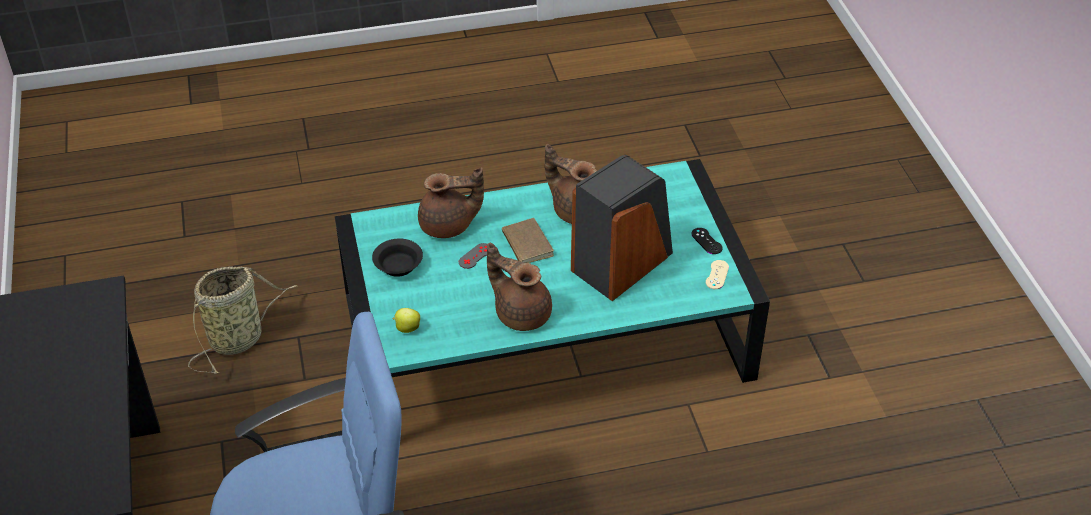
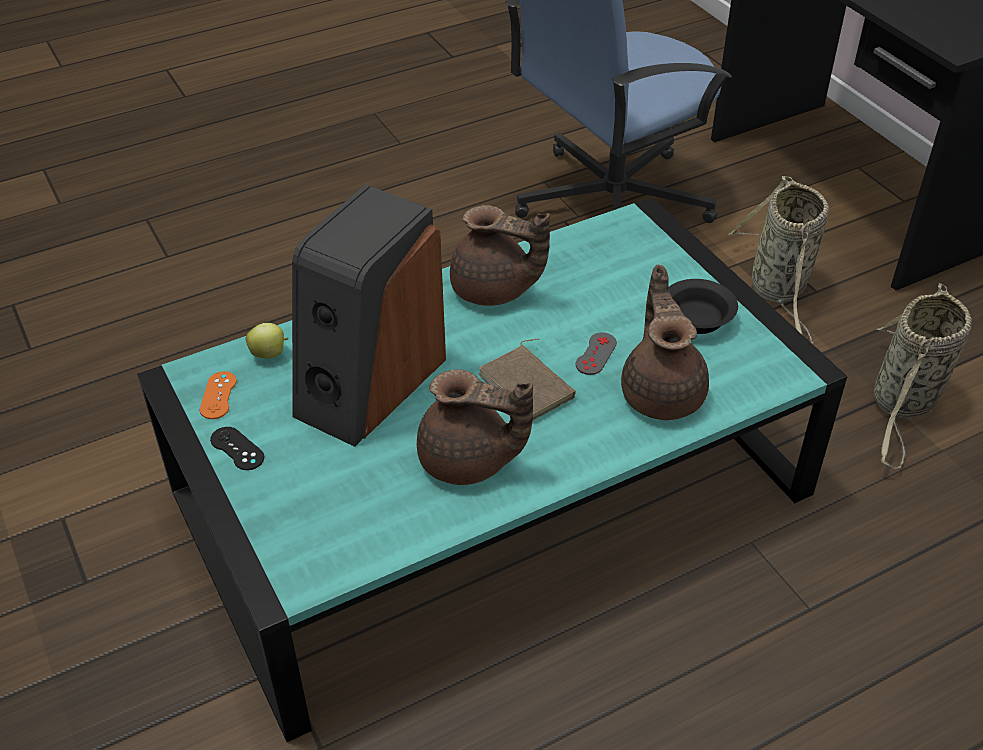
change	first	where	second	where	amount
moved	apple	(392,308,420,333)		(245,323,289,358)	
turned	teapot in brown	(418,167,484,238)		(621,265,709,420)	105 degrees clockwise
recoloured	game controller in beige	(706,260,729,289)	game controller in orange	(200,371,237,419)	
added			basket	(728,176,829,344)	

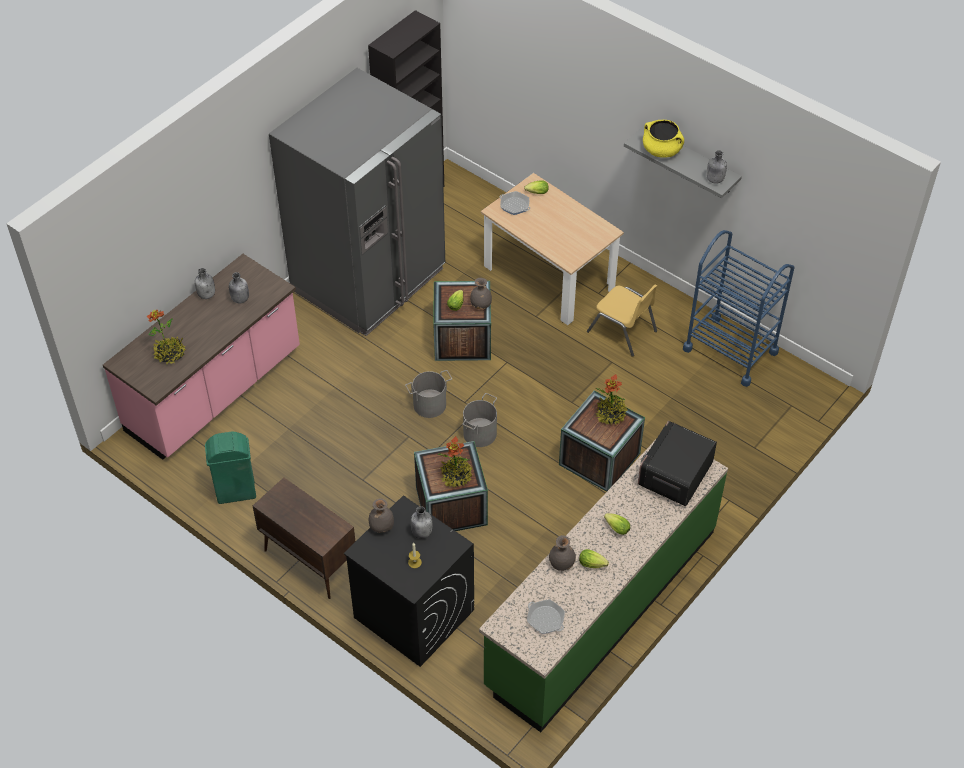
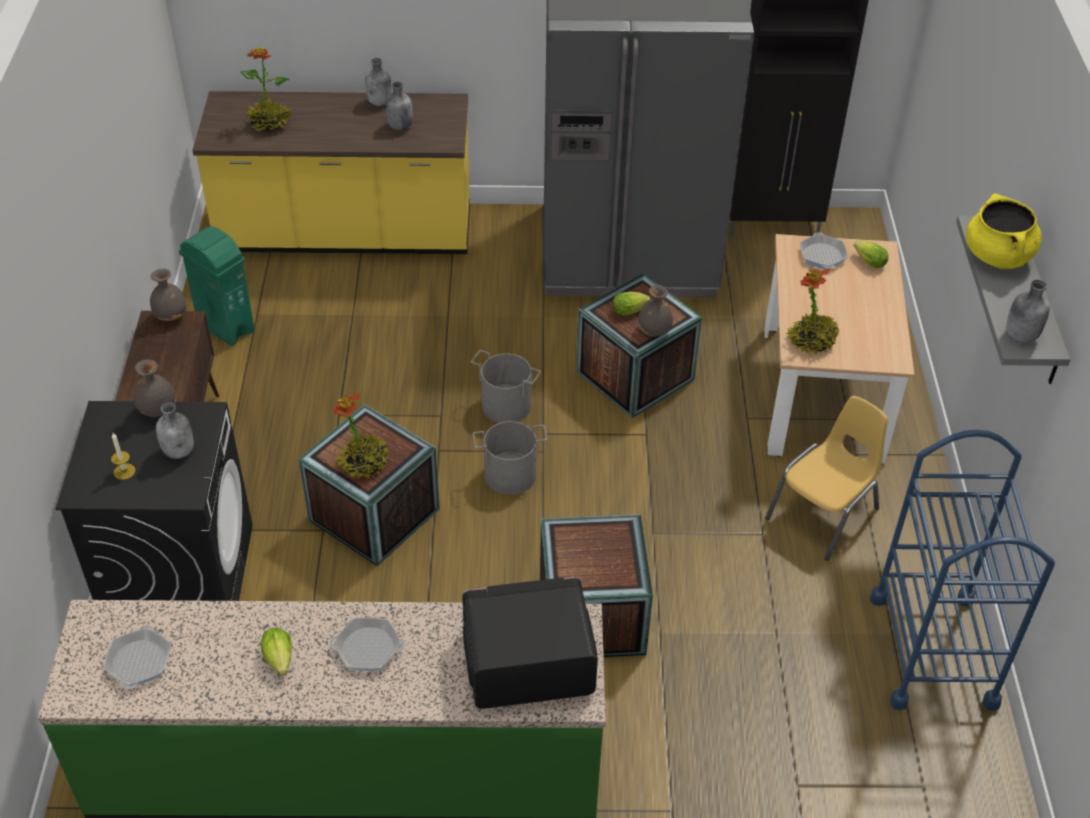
change	first	where	second	where	amount
recoloured	counter in pink	(103,254,300,460)	counter in yellow	(192,91,470,254)	
moved	vase in grey	(549,535,576,571)		(150,269,187,321)	
turned	chair in yellow	(587,284,657,357)		(765,396,888,561)	135 degrees counterclockwise
moved	potted plant	(595,374,627,425)		(786,268,840,354)	
replaced	lettuce	(604,513,630,535)	frying pan	(330,618,405,671)	

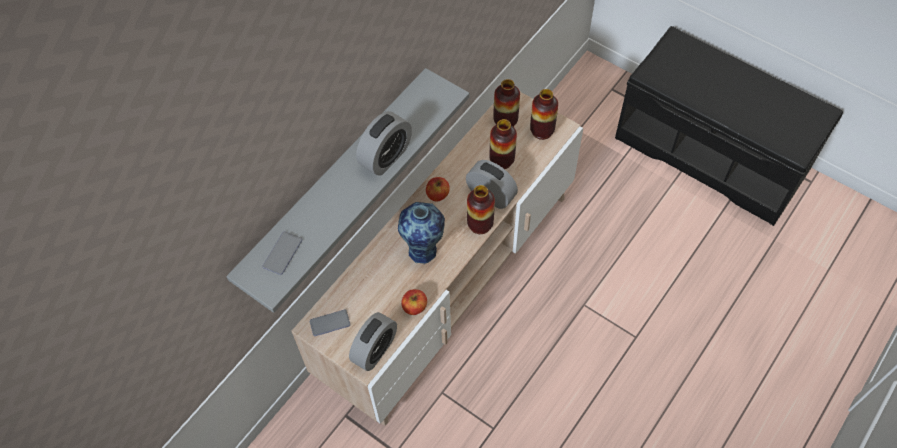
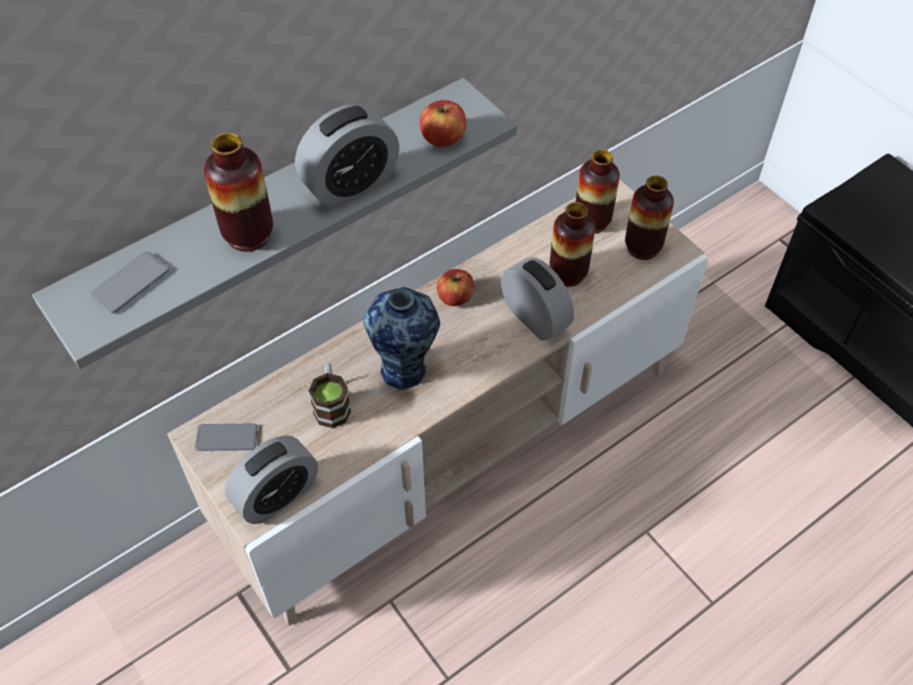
change	first	where	second	where	amount
moved	apple	(401,289,427,315)		(420,100,466,147)	
moved	vase	(467,185,495,234)		(204,133,273,252)	
added			mug	(309,363,351,428)	

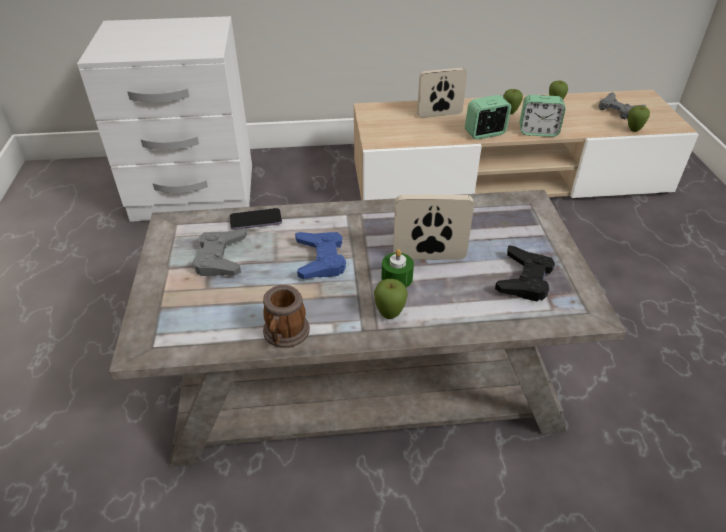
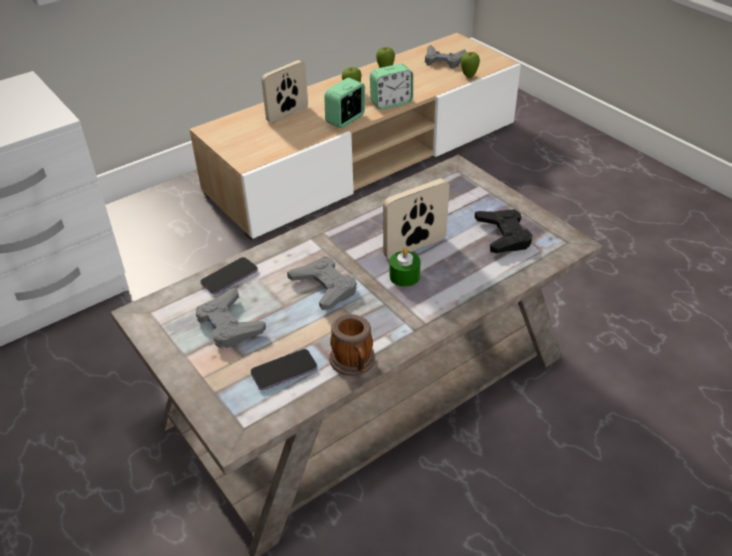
change	first	where	second	where	amount
recoloured	game controller in blue	(295,232,346,279)	game controller in grey	(287,256,357,310)	
removed	apple	(374,279,408,319)			
added			phone	(251,349,317,390)	

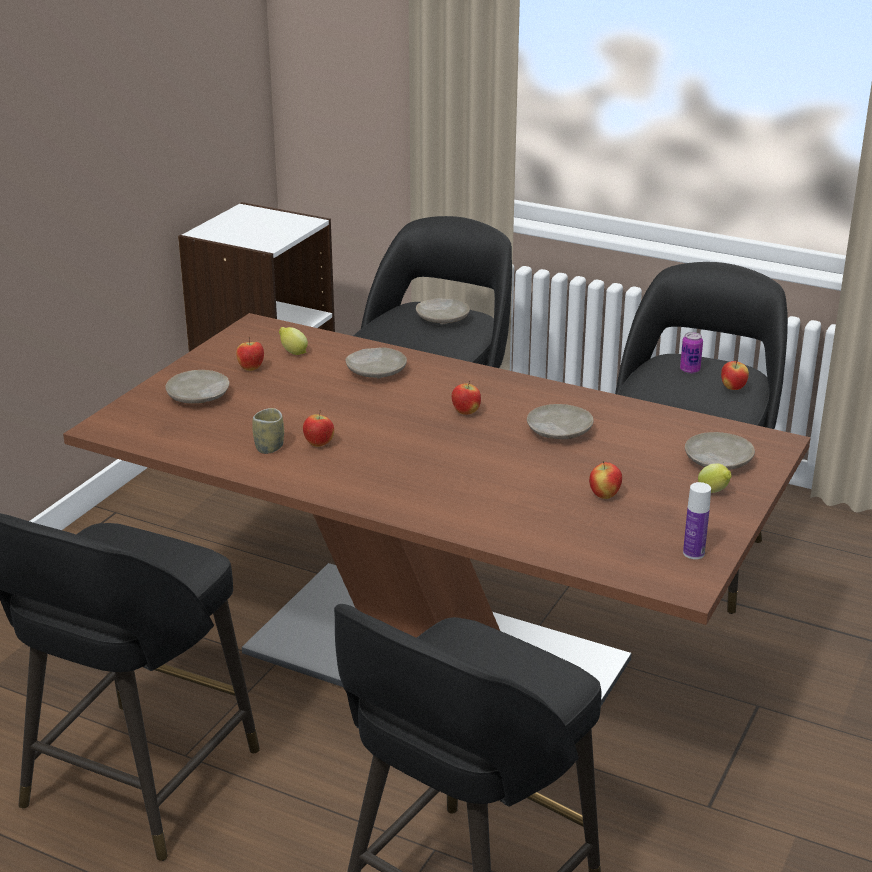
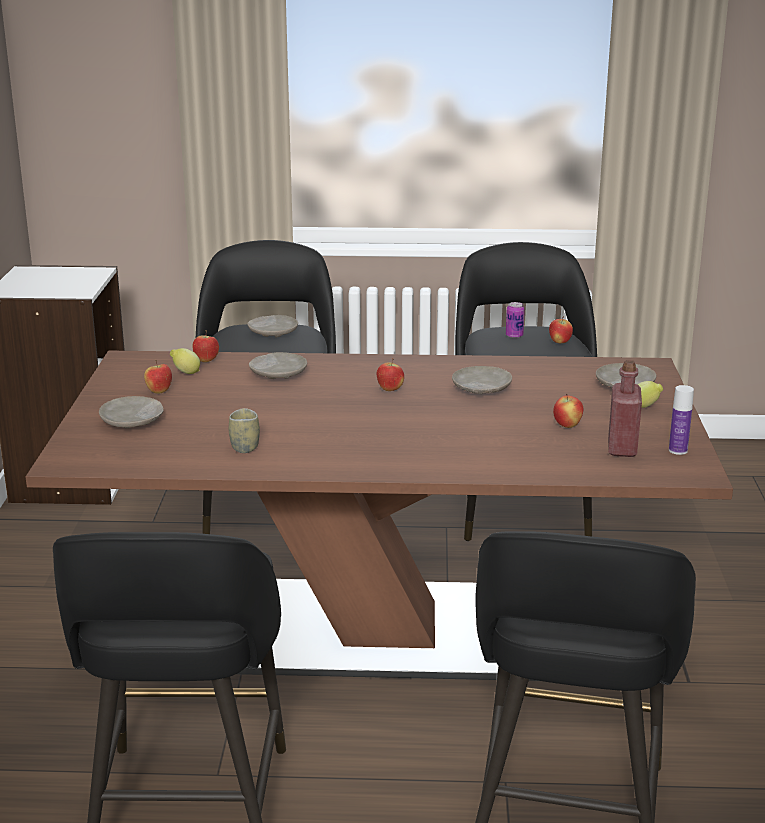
change	first	where	second	where	amount
moved	apple	(303,410,334,447)		(192,331,219,362)	
added			bottle in red	(608,360,642,457)	

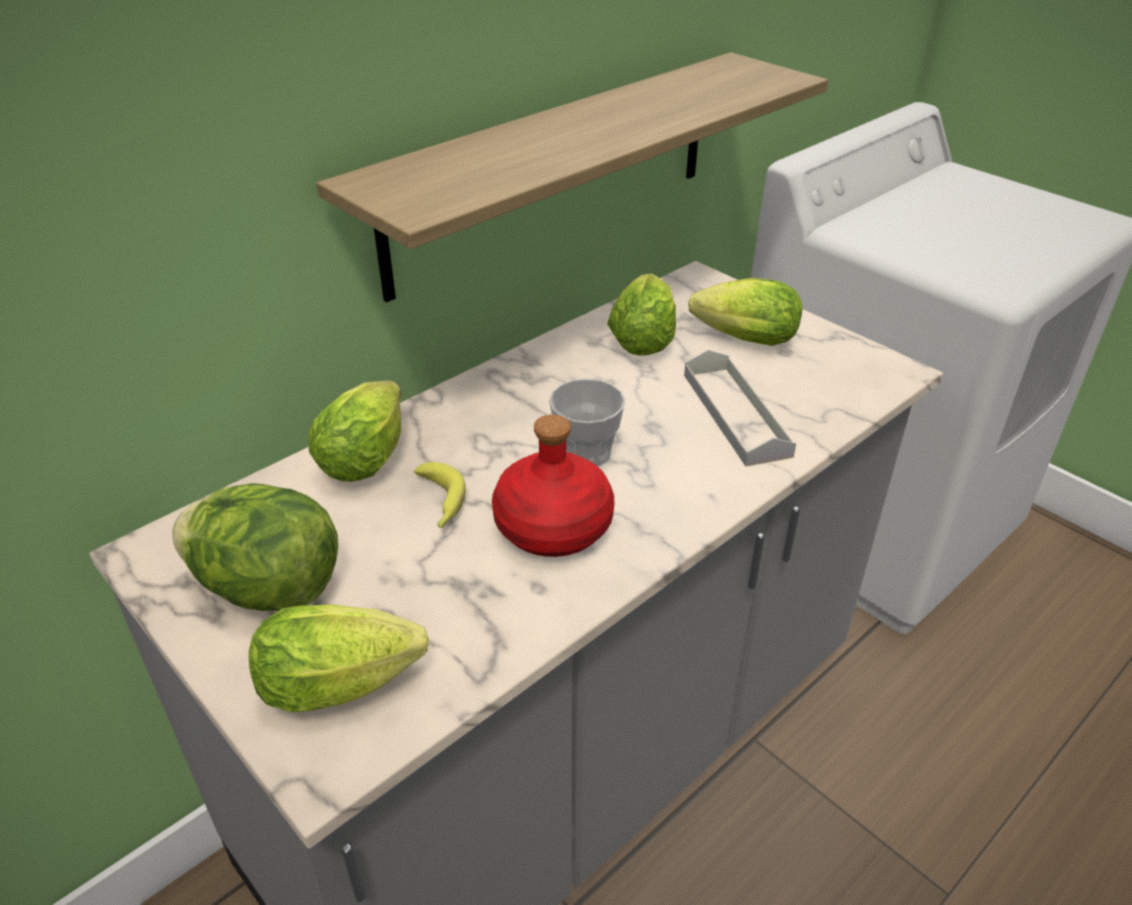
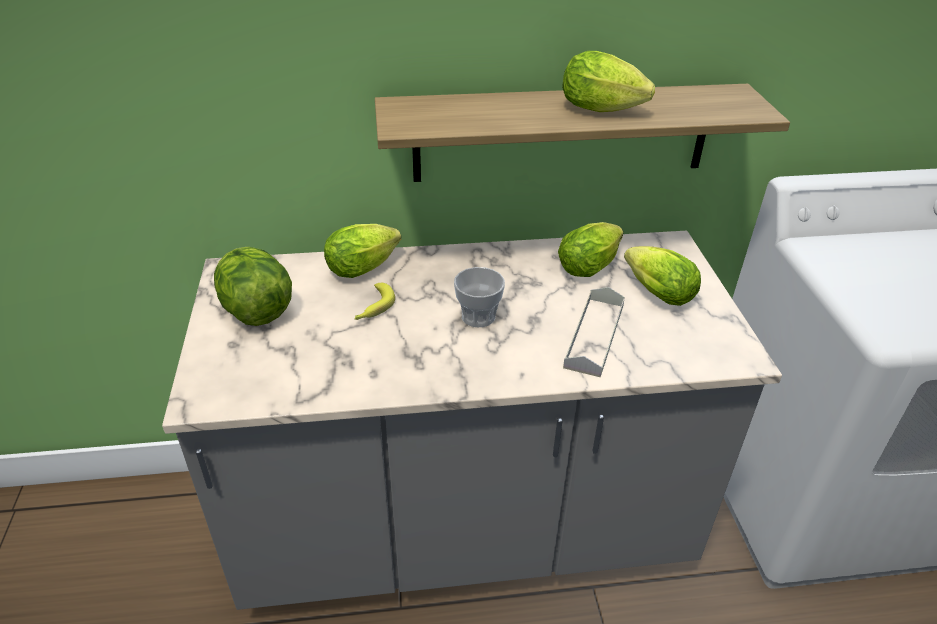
change	first	where	second	where	amount
moved	lettuce	(249,604,429,712)		(562,51,655,112)	
removed	bottle in red	(492,414,614,557)			

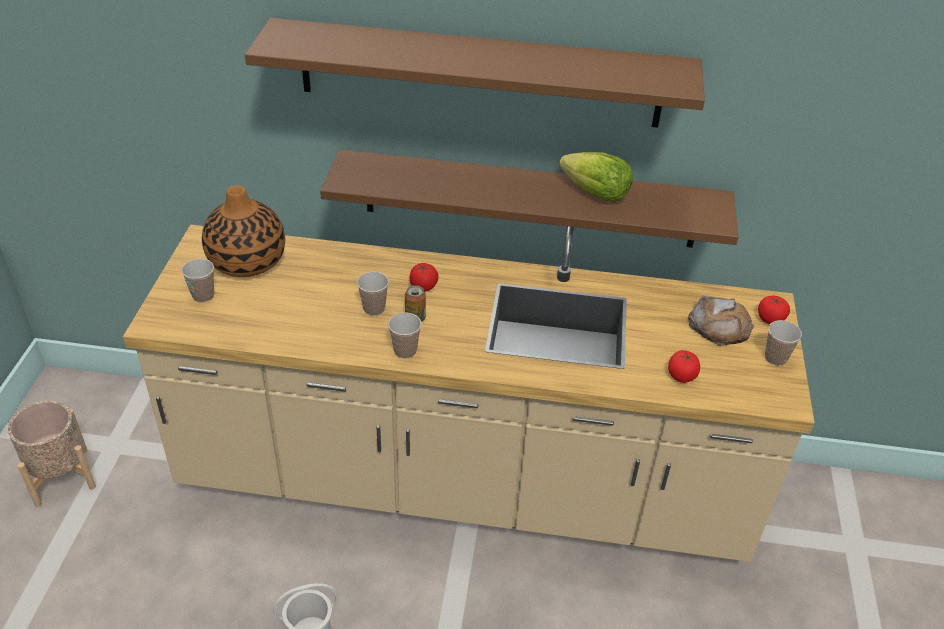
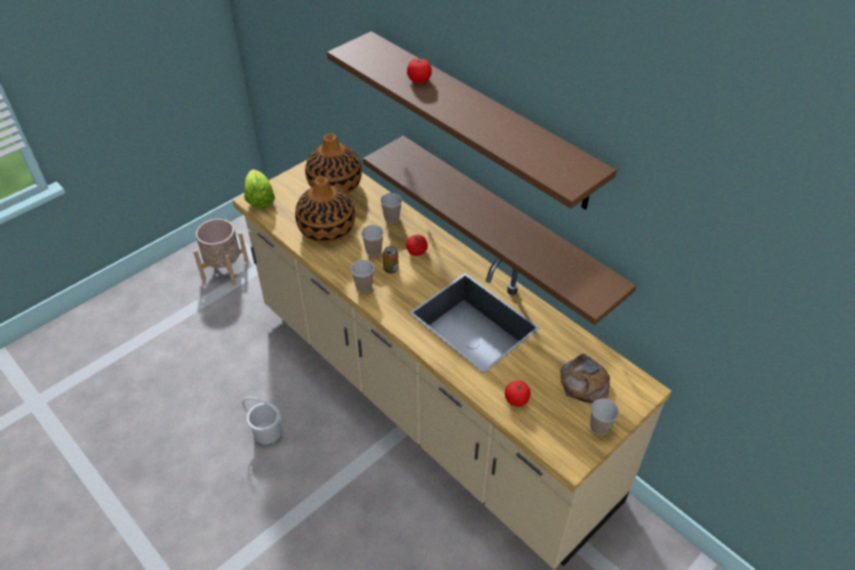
change	first	where	second	where	amount
moved	cup	(182,259,214,302)		(380,193,402,223)	
moved	lettuce	(559,152,633,202)		(244,169,275,209)	
moved	tomato	(758,296,790,324)		(407,58,432,83)	
added			vase	(295,176,355,243)	

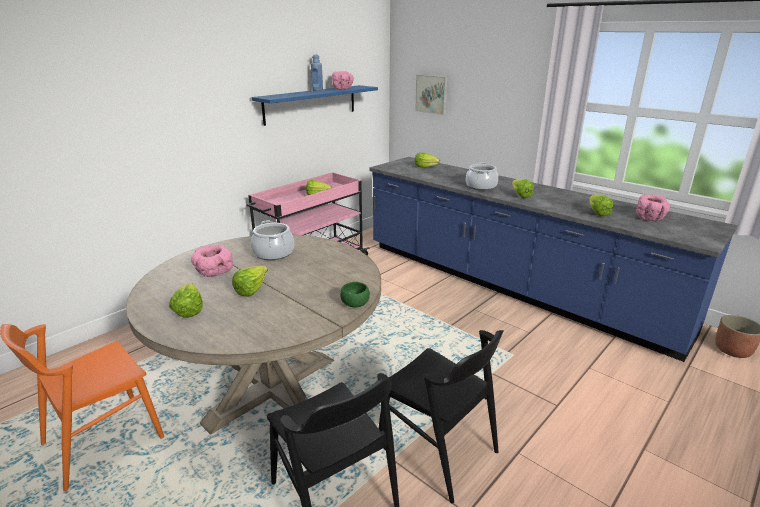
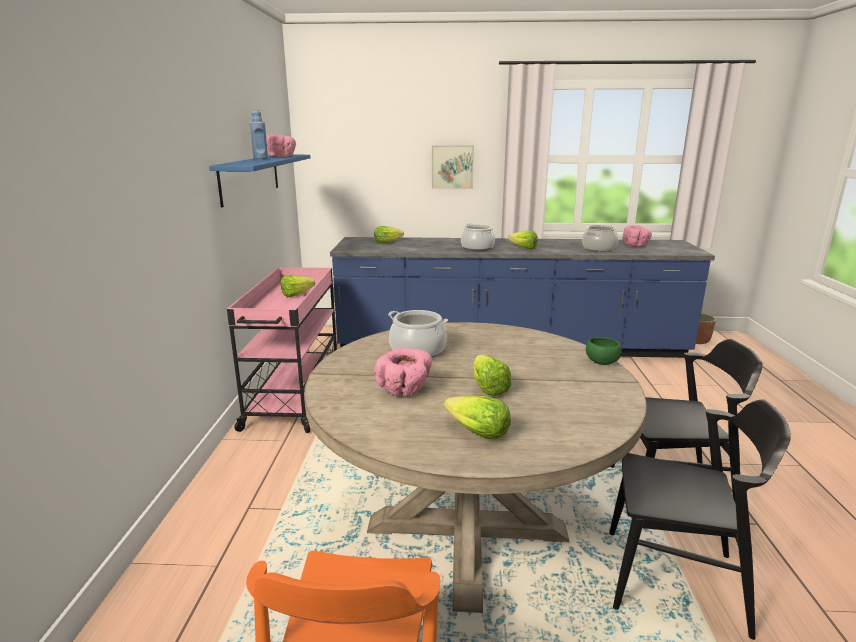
change	first	where	second	where	amount
moved	picture	(415,75,448,115)		(432,146,474,189)	
replaced	lettuce	(589,194,613,216)	cooking pot	(582,225,618,251)	

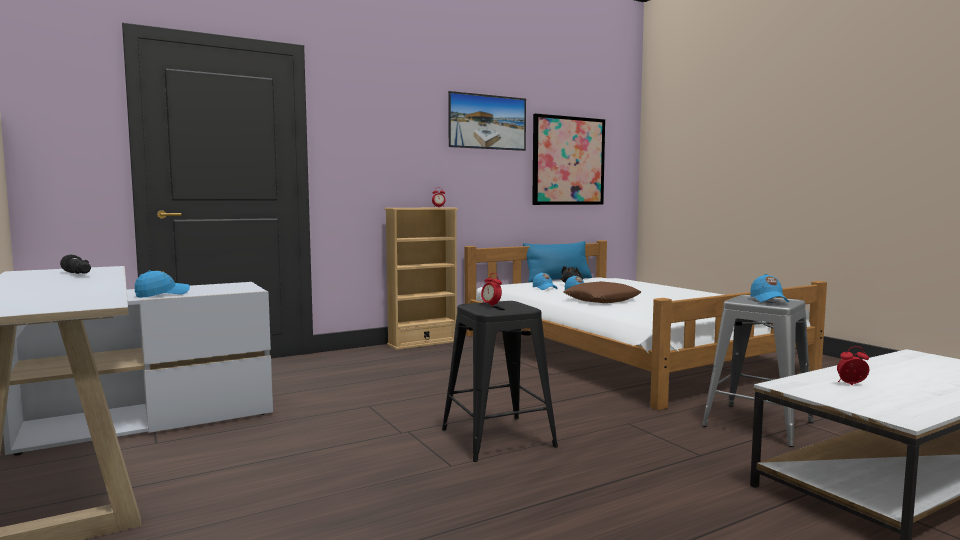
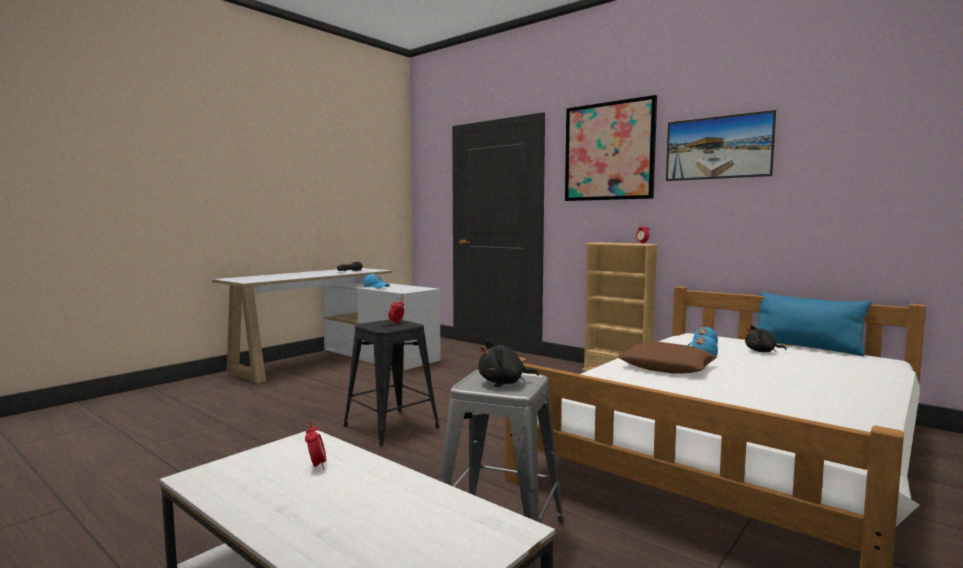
change	first	where	second	where	amount
moved	picture	(532,114,605,205)		(565,95,657,201)	
replaced	cap in blue	(750,274,789,303)	plush toy in black	(478,340,539,384)	

